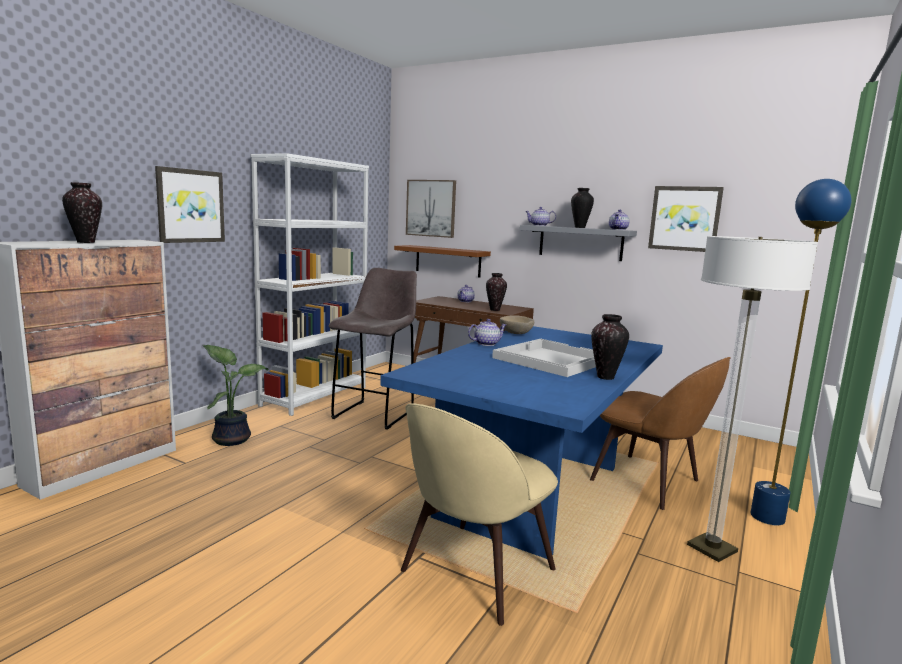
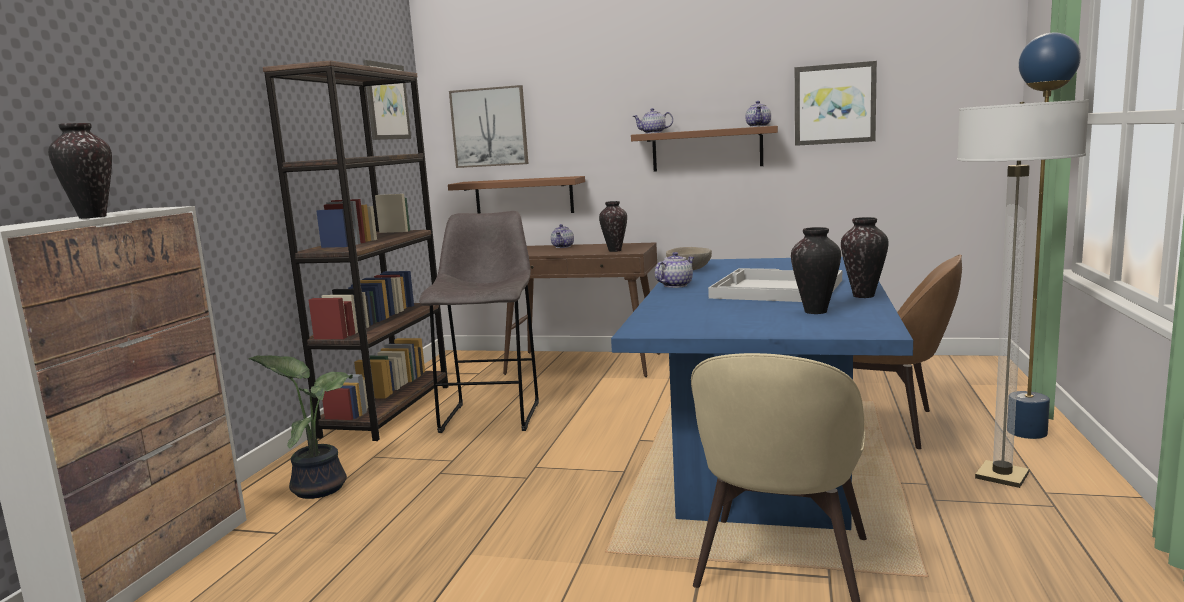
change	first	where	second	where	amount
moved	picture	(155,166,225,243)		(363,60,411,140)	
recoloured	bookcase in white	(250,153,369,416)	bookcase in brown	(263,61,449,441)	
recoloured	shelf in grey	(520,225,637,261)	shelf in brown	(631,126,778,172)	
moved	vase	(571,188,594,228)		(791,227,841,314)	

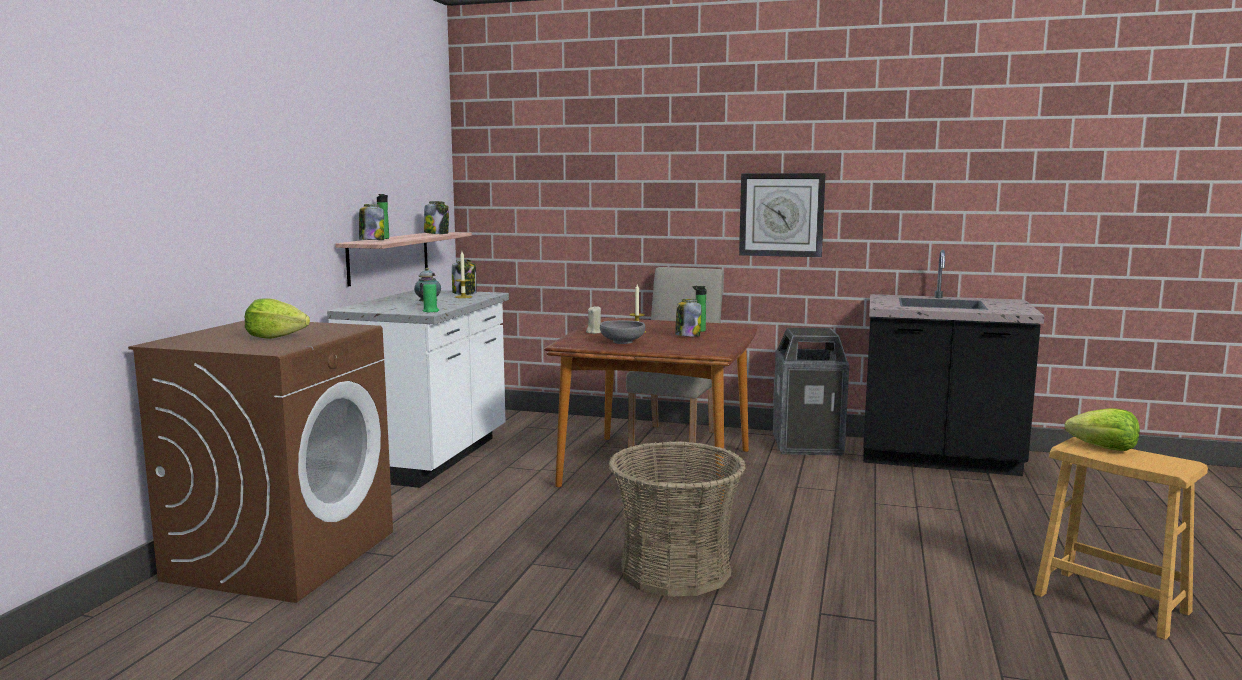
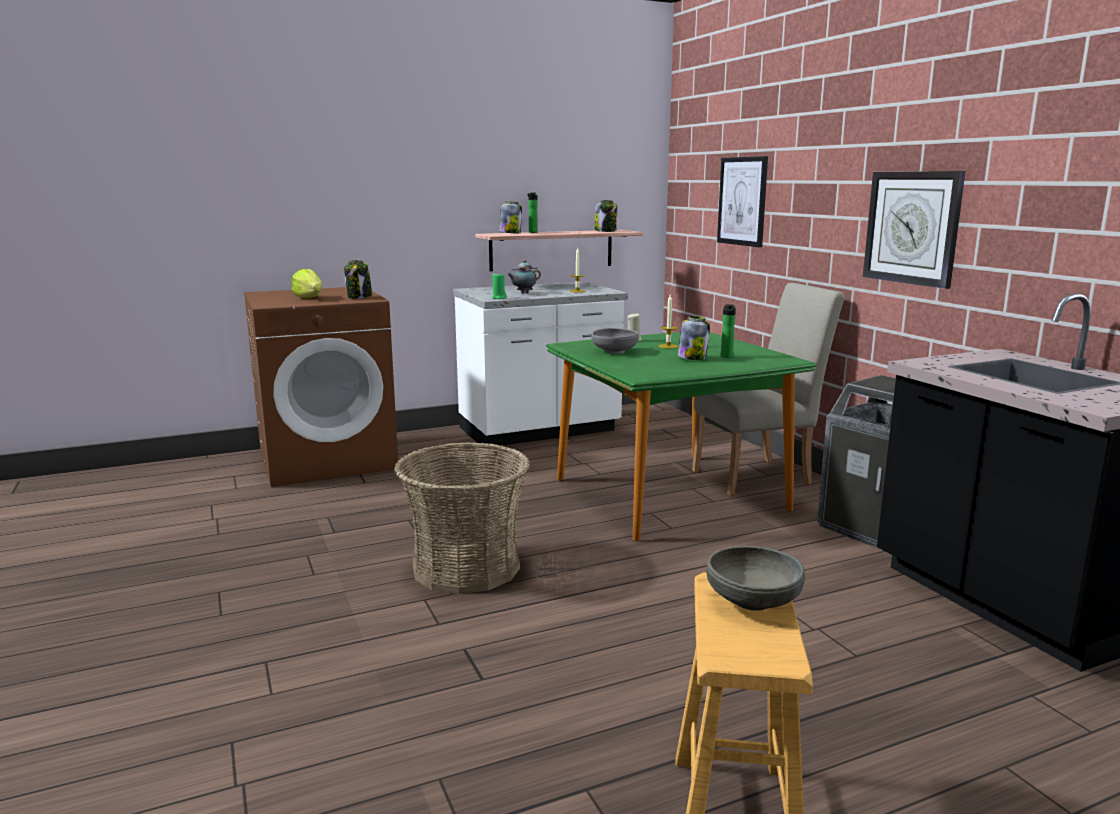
change	first	where	second	where	amount
moved	jar	(452,259,477,295)		(344,260,372,299)	
recoloured	dining table in brown	(544,318,758,504)	dining table in green	(546,332,817,541)	
replaced	lettuce	(1065,408,1140,451)	bowl in grey	(707,546,805,611)	
added			picture	(717,156,768,247)	

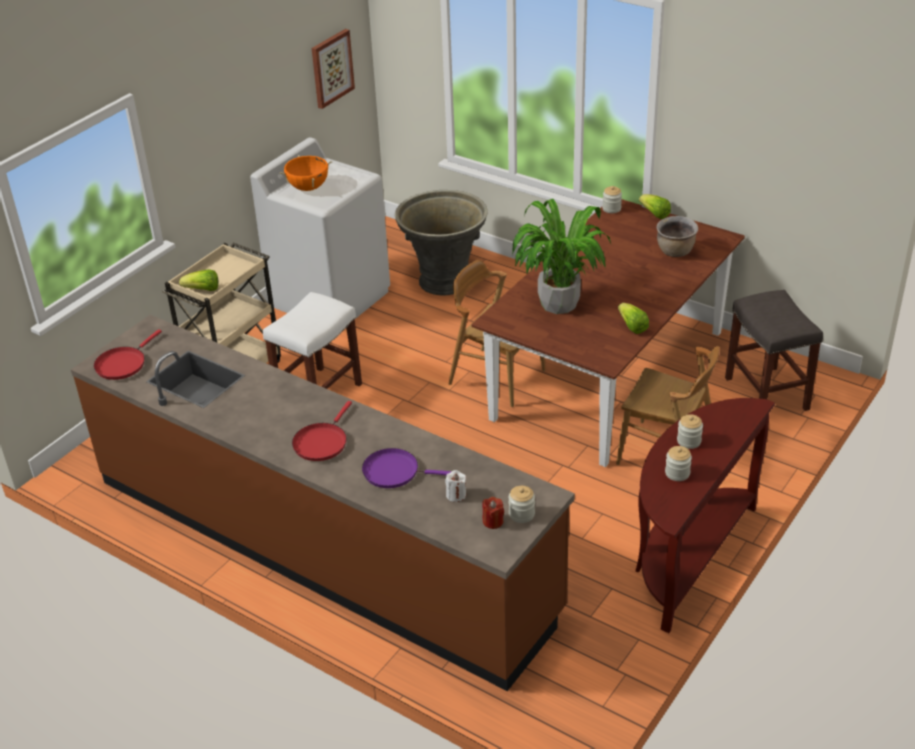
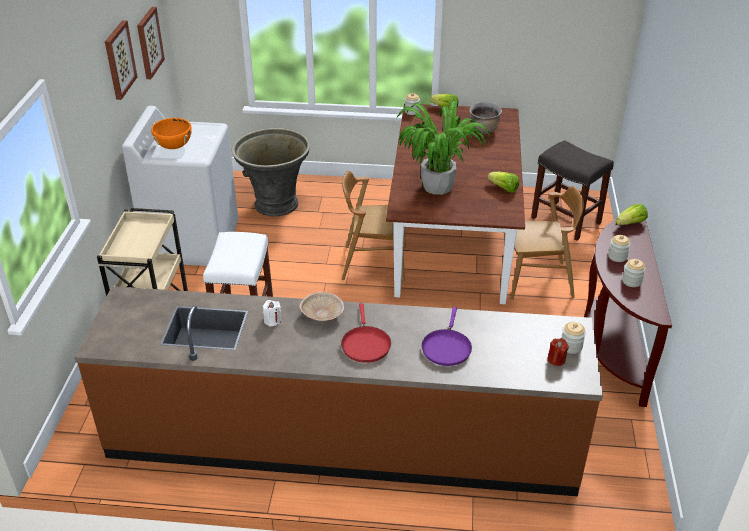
change	first	where	second	where	amount
removed	frying pan in red	(94,329,162,380)			
moved	lettuce	(179,269,218,291)		(616,204,648,225)	
turned	frying pan in purple	(362,448,452,488)		(422,307,472,366)	60 degrees counterclockwise
moved	candle in white	(445,470,466,502)		(263,300,281,326)	
added			picture	(105,20,137,100)	
added			bowl in beige	(299,292,344,321)	

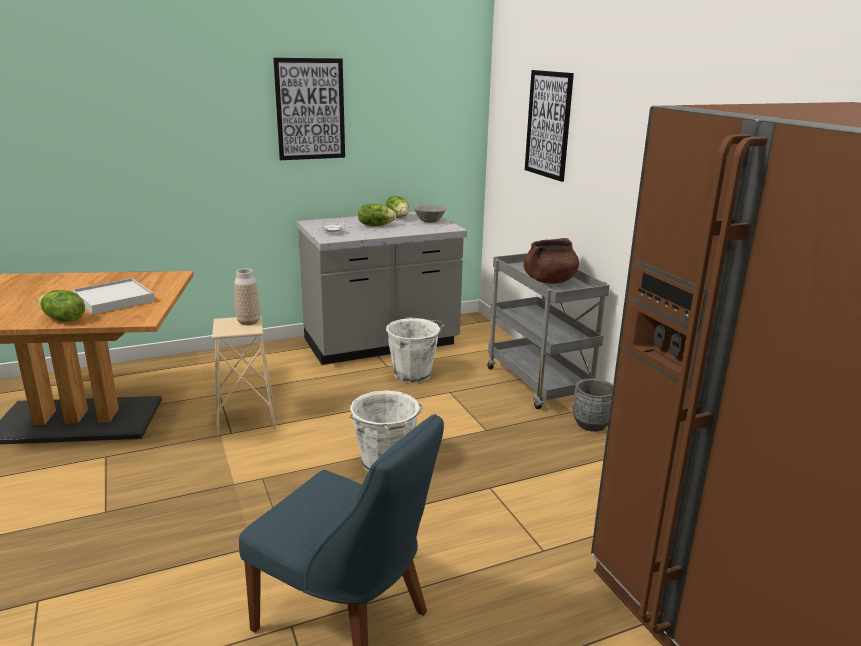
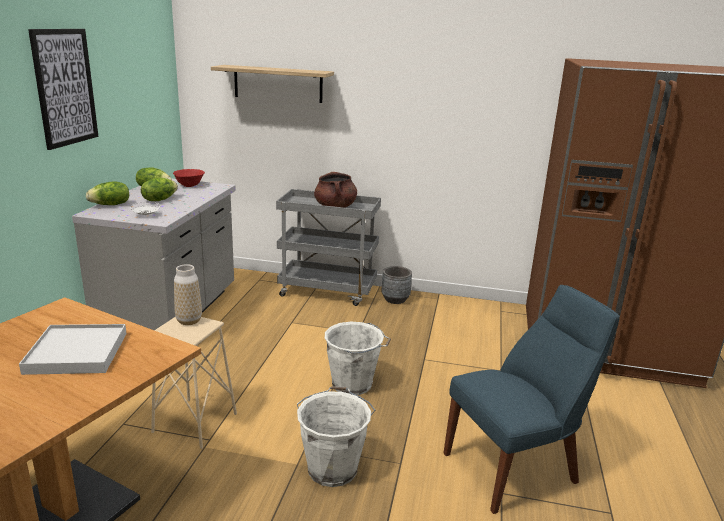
change	first	where	second	where	amount
moved	lettuce	(39,290,85,322)		(86,181,129,205)	
moved	bucket in white	(386,318,444,383)		(297,386,375,487)	
recoloured	bowl in grey	(414,205,447,223)	bowl in red	(173,169,205,187)	
replaced	picture	(525,70,574,182)	shelf	(211,65,334,103)	

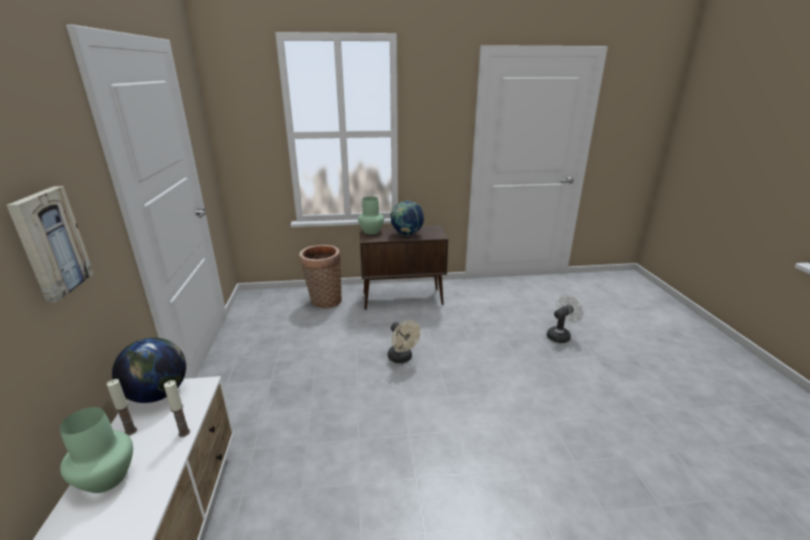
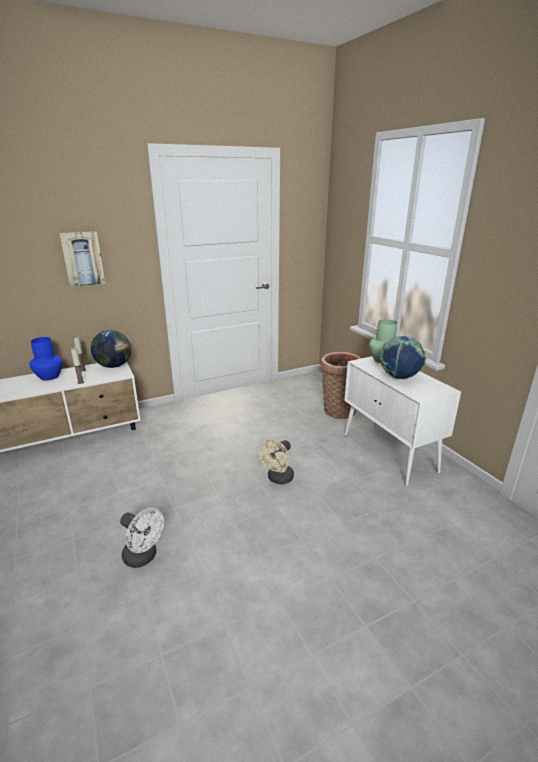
change	first	where	second	where	amount
recoloured	vase in green	(60,407,133,493)	vase in blue	(29,337,63,381)	
recoloured	cabinet in brown	(359,225,448,310)	cabinet in white	(344,356,461,486)	
moved	fan in white	(547,295,584,343)		(120,508,164,568)	

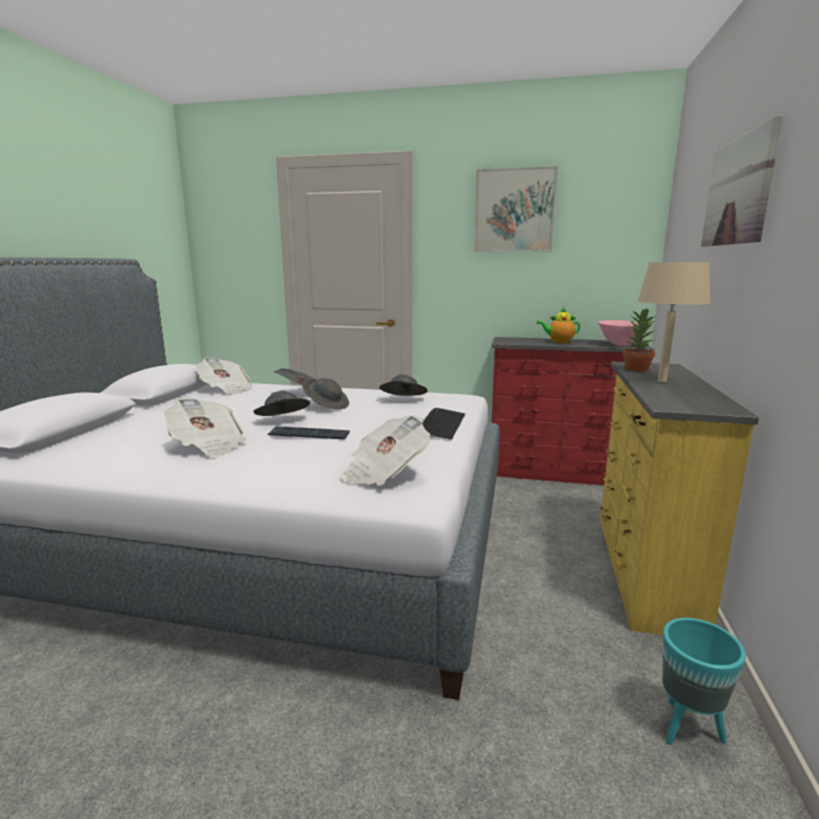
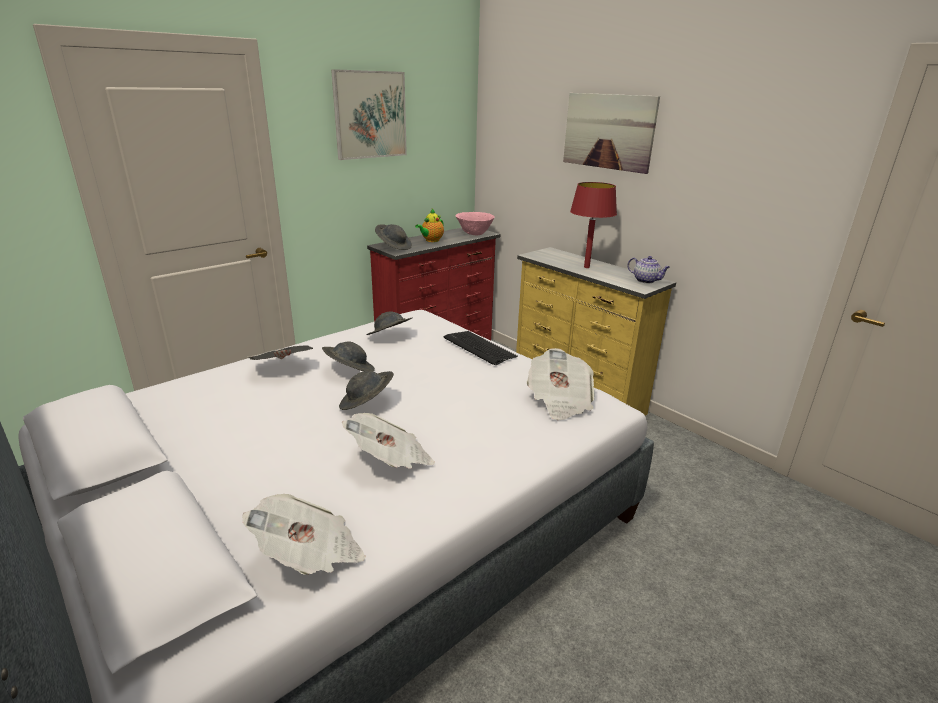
change	first	where	second	where	amount
moved	newspaper	(196,357,252,395)		(242,494,366,575)	
removed	keyboard	(268,426,350,440)			
removed	potted plant	(622,307,657,371)			
recoloured	table lamp in beige	(637,262,711,382)	table lamp in red	(570,182,617,268)	
removed	planter in turquoise	(662,618,746,745)			
added			hat in grey	(375,224,412,250)	
added			teapot	(628,256,670,283)	

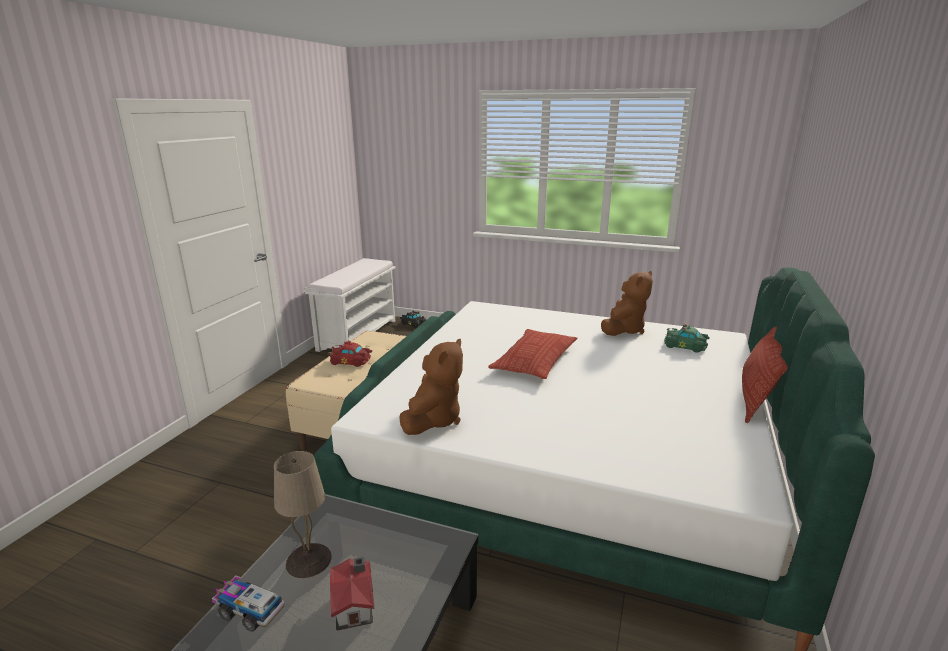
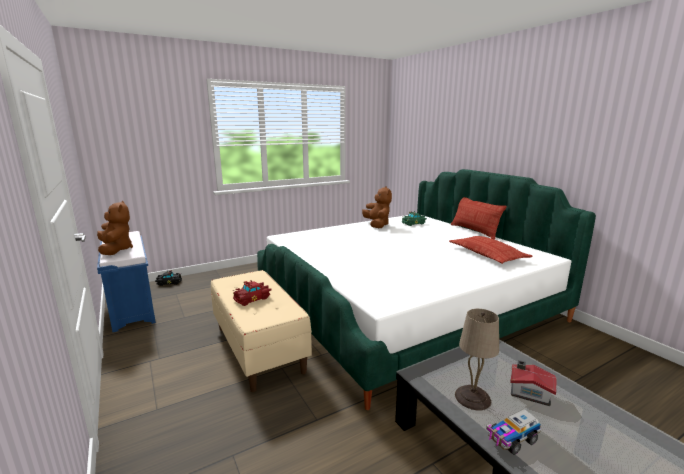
change	first	where	second	where	amount
recoloured	bench in white	(305,258,396,352)	bench in blue	(97,231,156,332)	
moved	plush toy in brown	(400,338,463,435)		(97,201,133,255)	
moved	pillow	(488,329,577,379)		(449,236,532,264)	

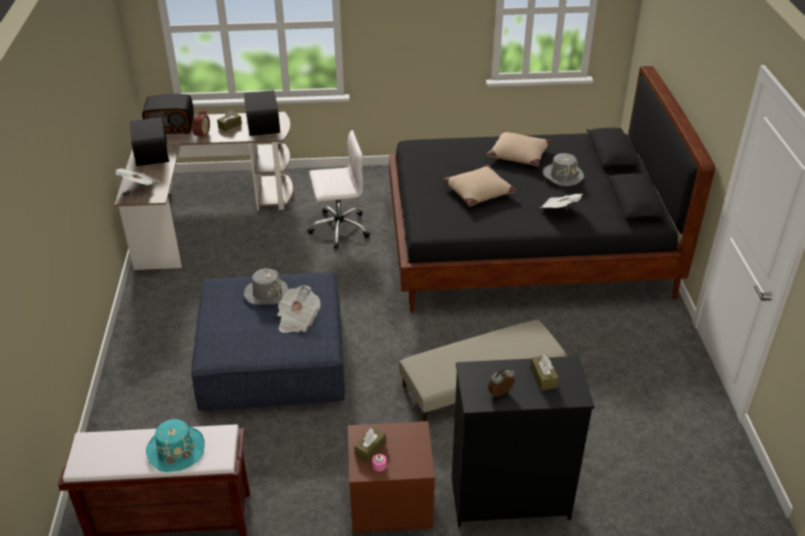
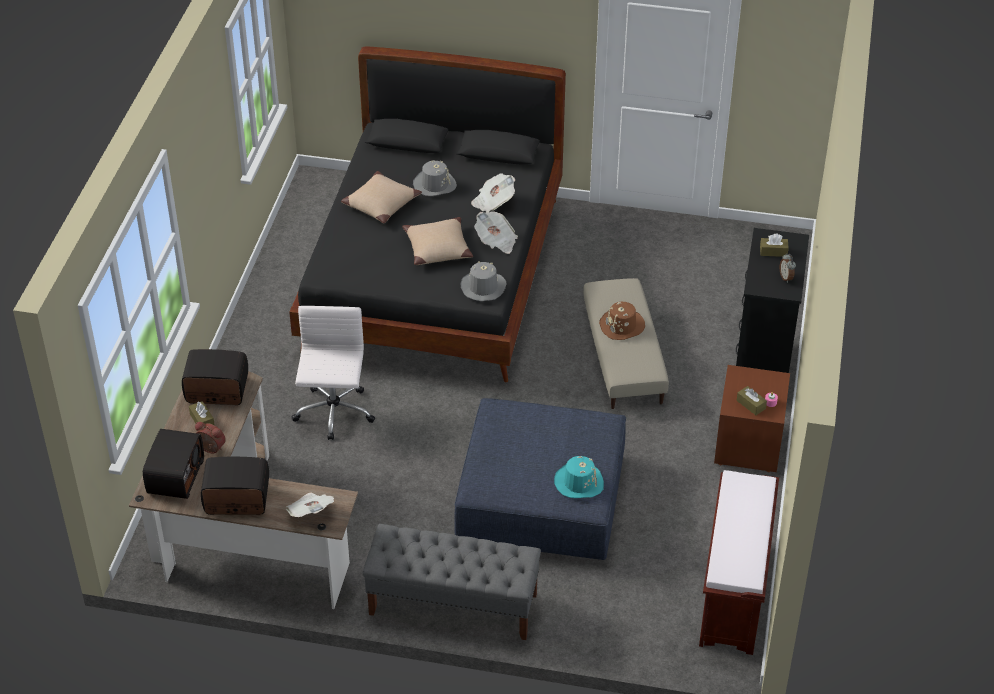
change	first	where	second	where	amount
moved	hat in turquoise	(146,419,205,472)		(554,456,604,498)	
moved	hat in grey	(244,268,289,305)		(460,261,507,301)	
moved	newspaper	(277,285,321,333)		(474,211,518,254)	
added			bench in grey	(363,524,541,640)	
added			hat in brown	(599,302,645,340)	

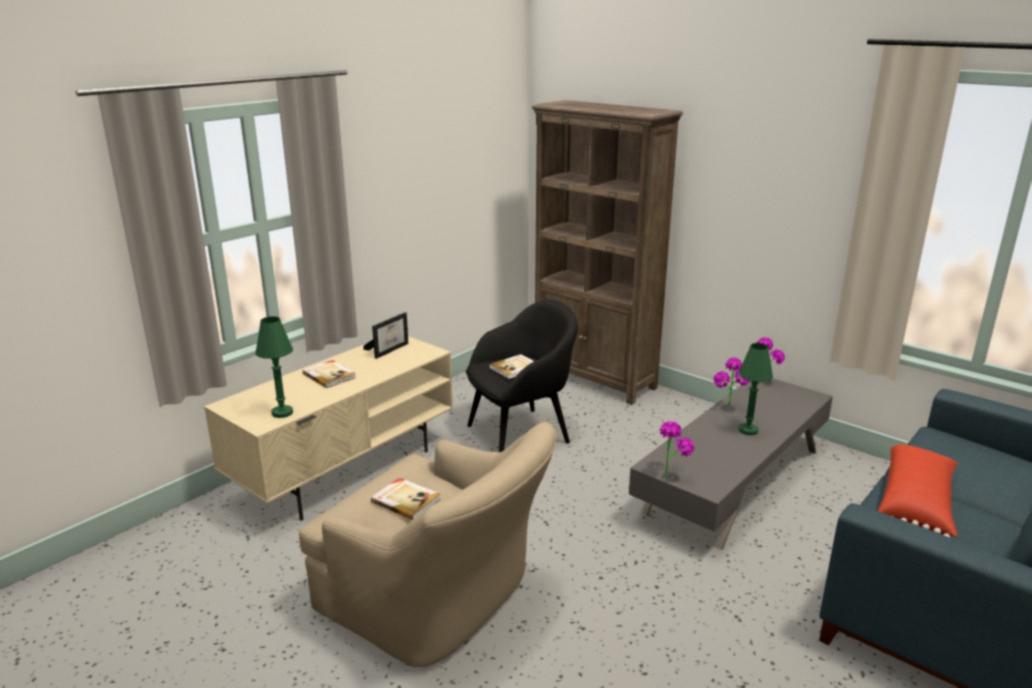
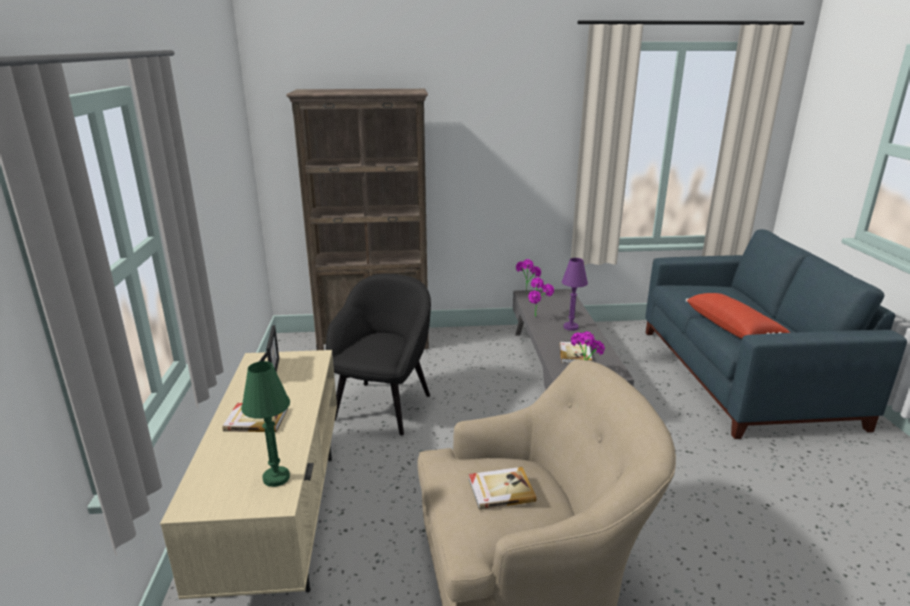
change	first	where	second	where	amount
moved	book	(489,354,534,379)		(559,342,592,363)	
recoloured	table lamp in green	(739,343,773,435)	table lamp in purple	(562,258,588,331)	

